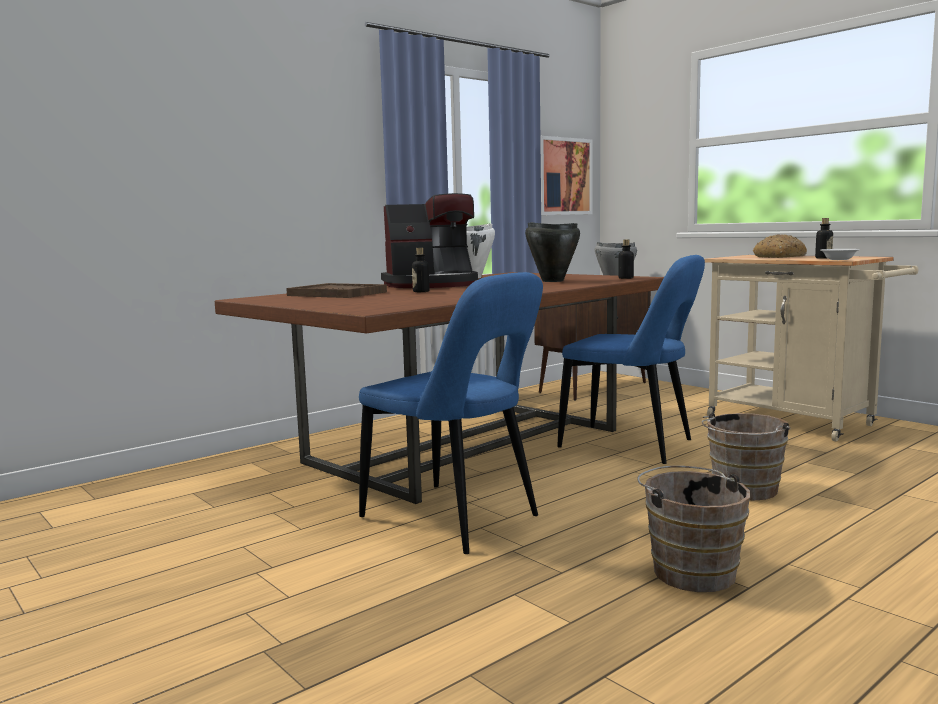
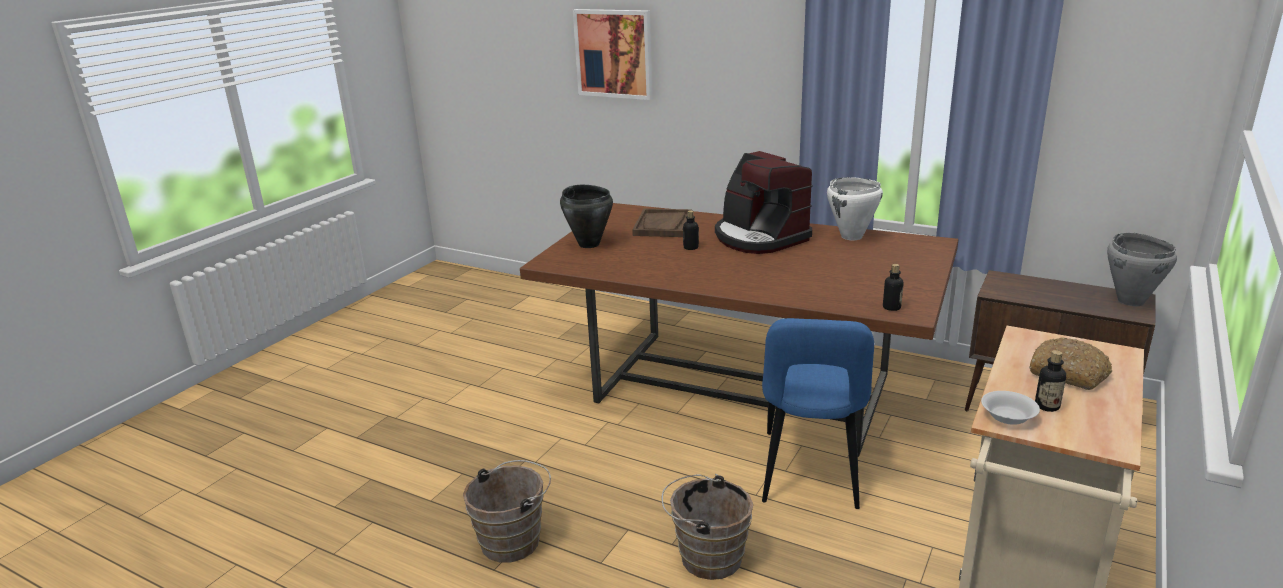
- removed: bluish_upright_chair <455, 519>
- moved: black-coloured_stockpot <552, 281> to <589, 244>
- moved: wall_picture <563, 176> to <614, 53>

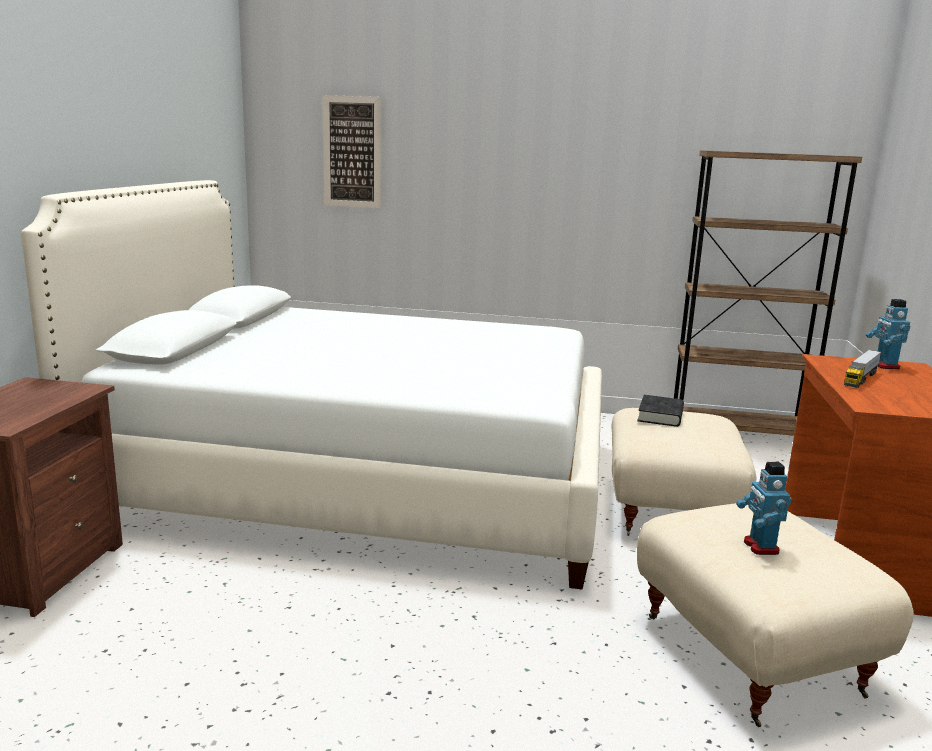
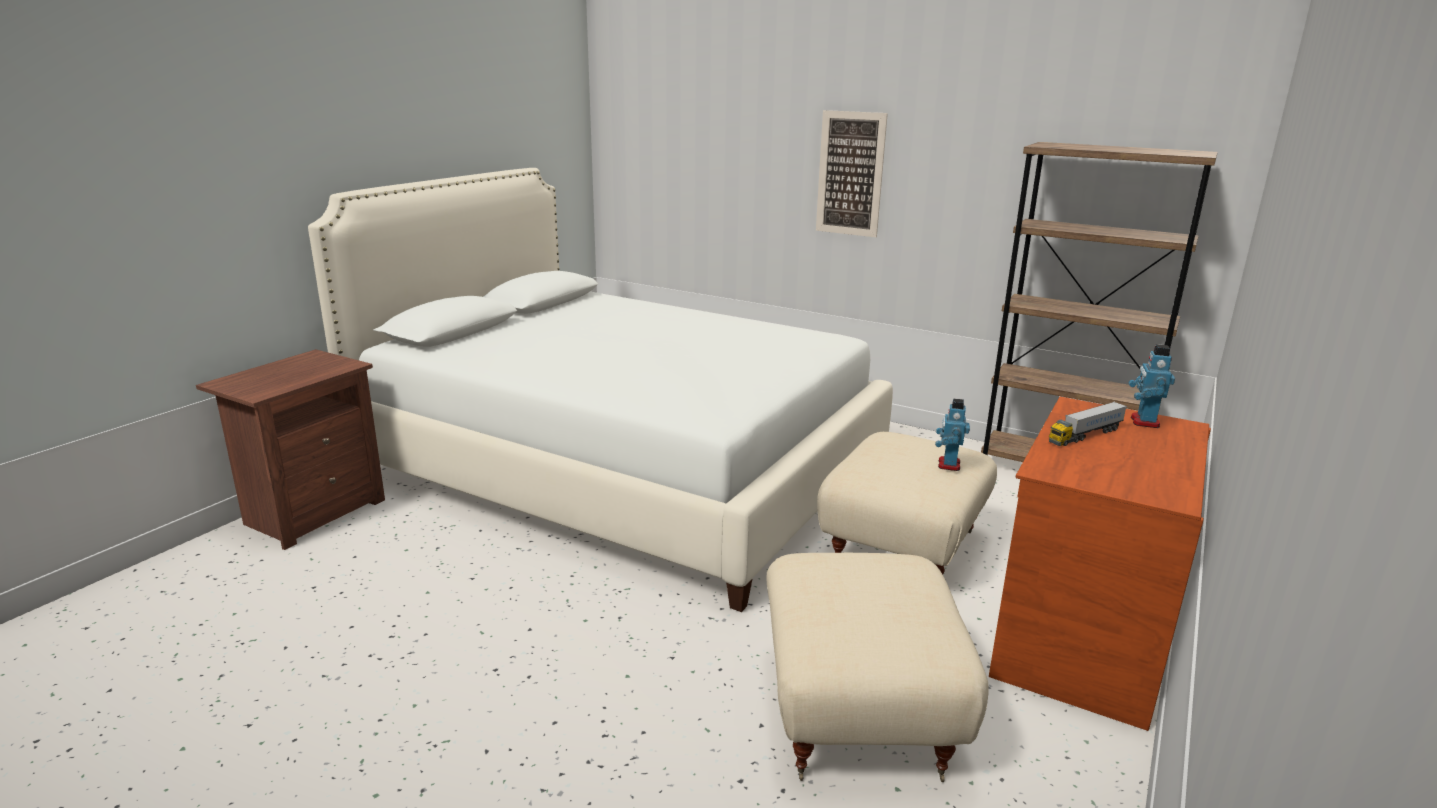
- moved: wall_picture <352, 152> to <850, 174>
- removed: black-coloured_volume <660, 416>
- moved: model_robot <760, 547> to <948, 465>

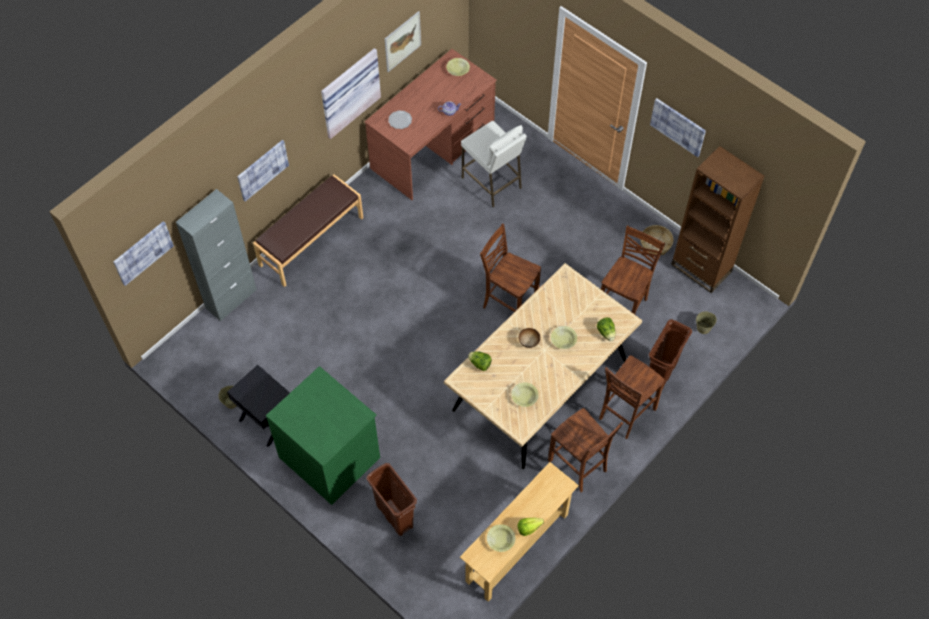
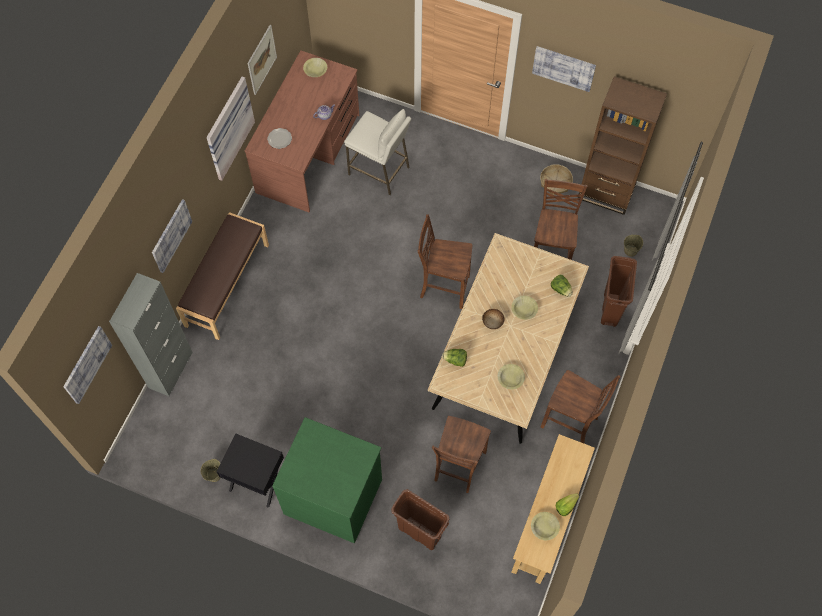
- moved: brownish_upright_chair <625, 414> to <458, 467>

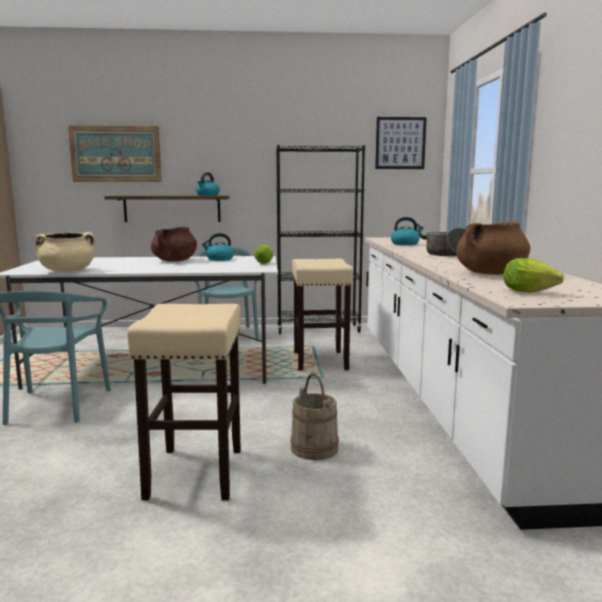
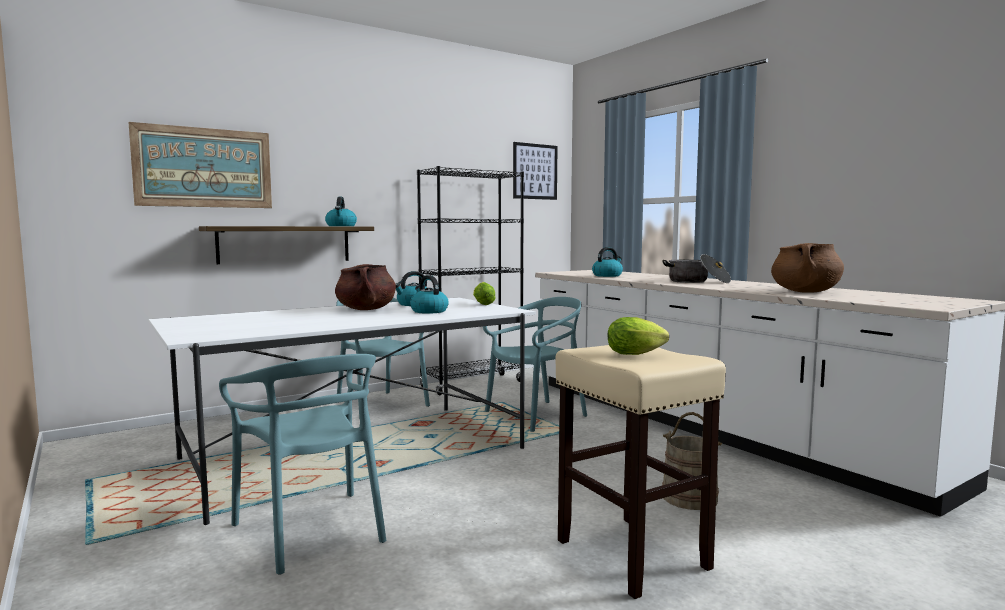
- removed: sand-coloured_stockpot <68, 271>
- replaced: sand-coloured_stool <320, 361> to turquoise-coloured_upright_chair <536, 415>
- moved: head_of_lettuce <531, 292> to <638, 354>
- added: water_kettle <428, 311>

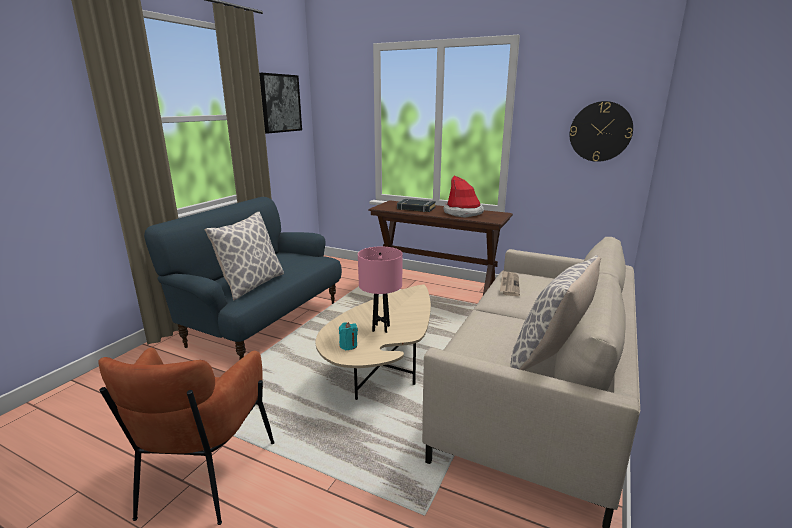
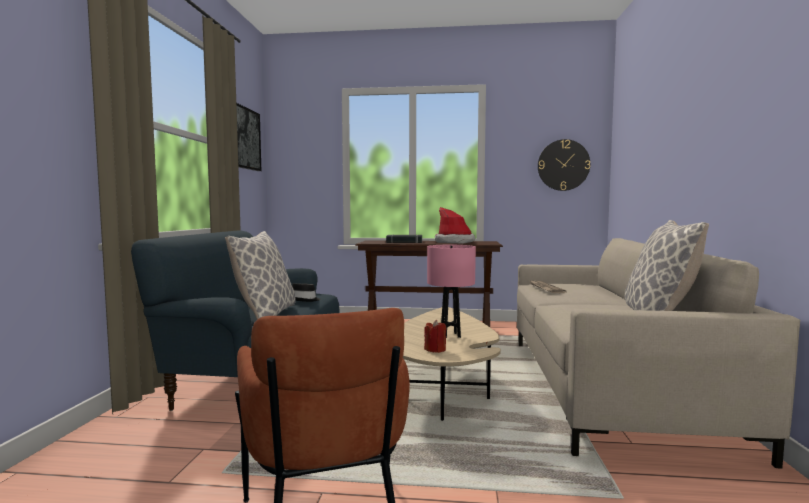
- recoloured: turquoise-coloured_wax_candle <348, 345> to reddish_wax_candle <435, 349>
- added: black-coloured_hat <305, 300>

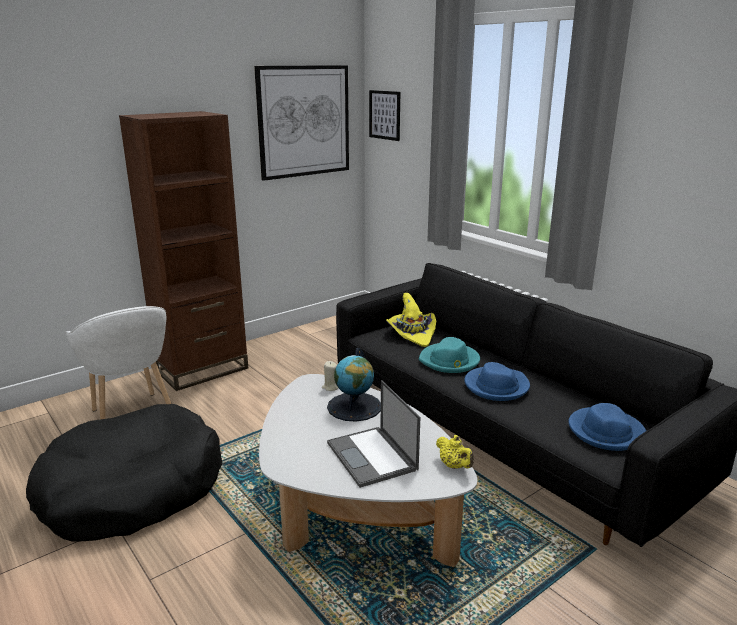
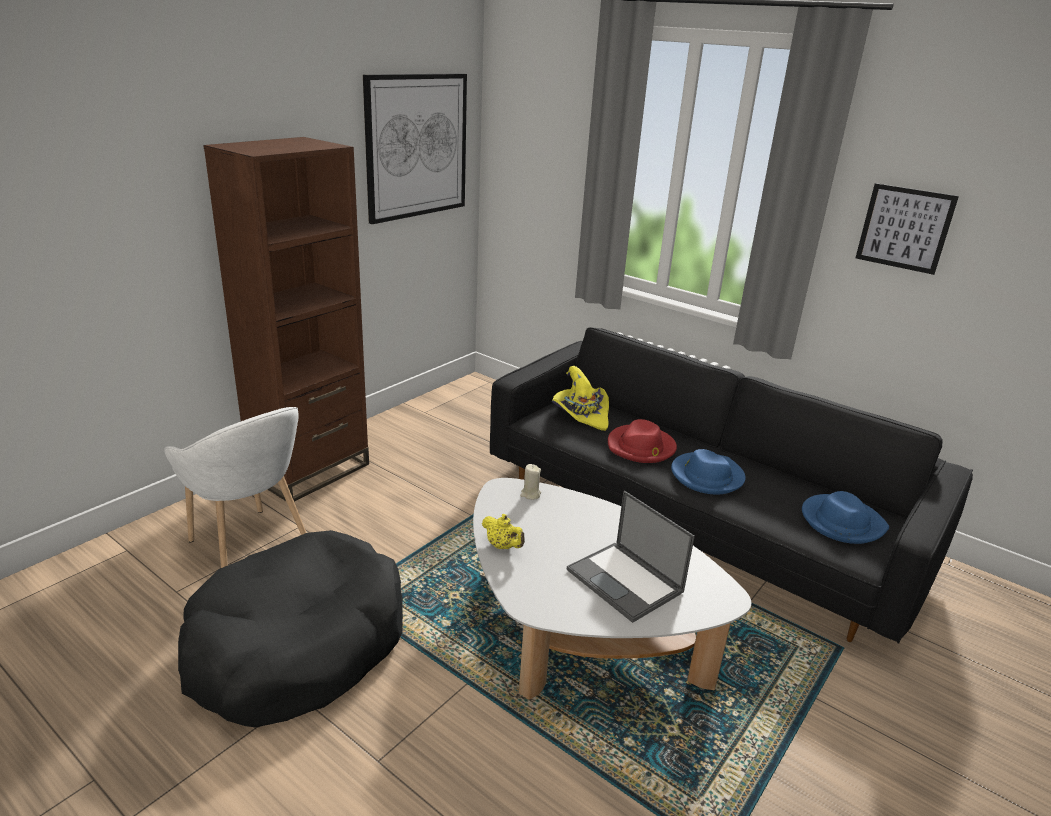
- removed: world_globe <354, 407>
- moved: wall_picture <384, 115> to <904, 228>
- recoloured: turquoise-coloured_hat <449, 361> to reddish_hat <641, 447>
- moved: yellow-coloured_tea_pot <454, 466> to <503, 546>

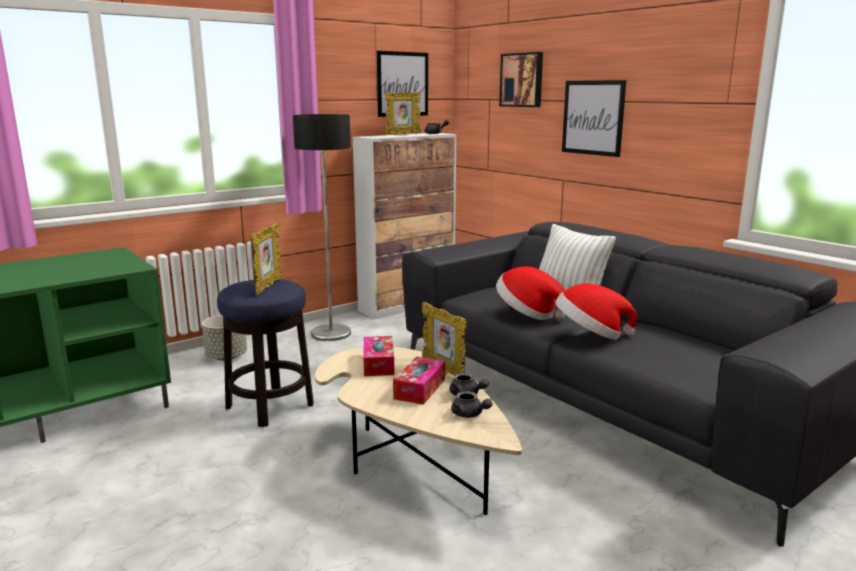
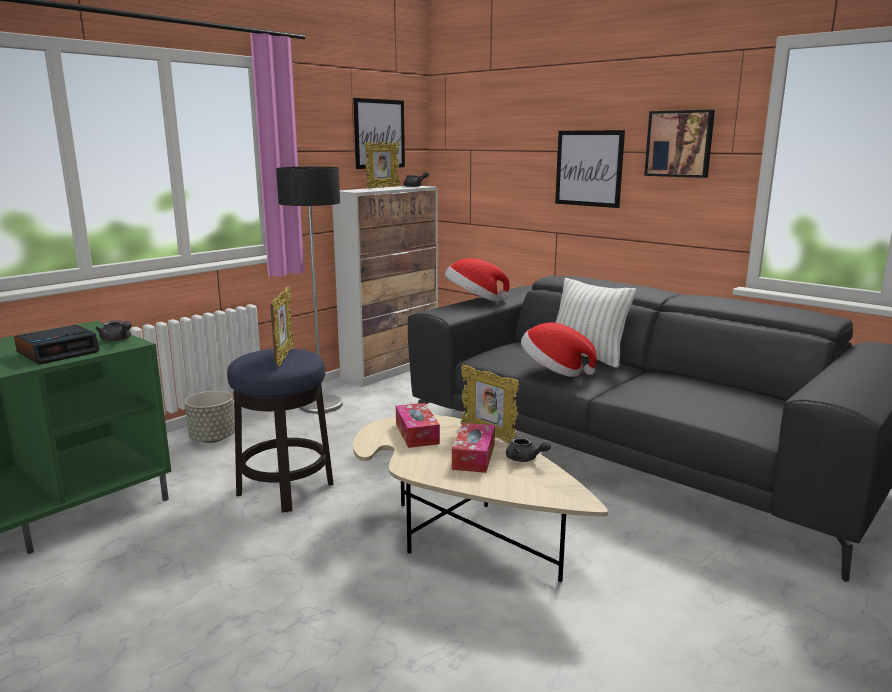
- moved: gray_tea_pot <469, 415> to <117, 340>
- moved: wall_picture <522, 80> to <679, 144>
- moved: hat <590, 335> to <474, 300>
- added: alarm_clock <59, 352>

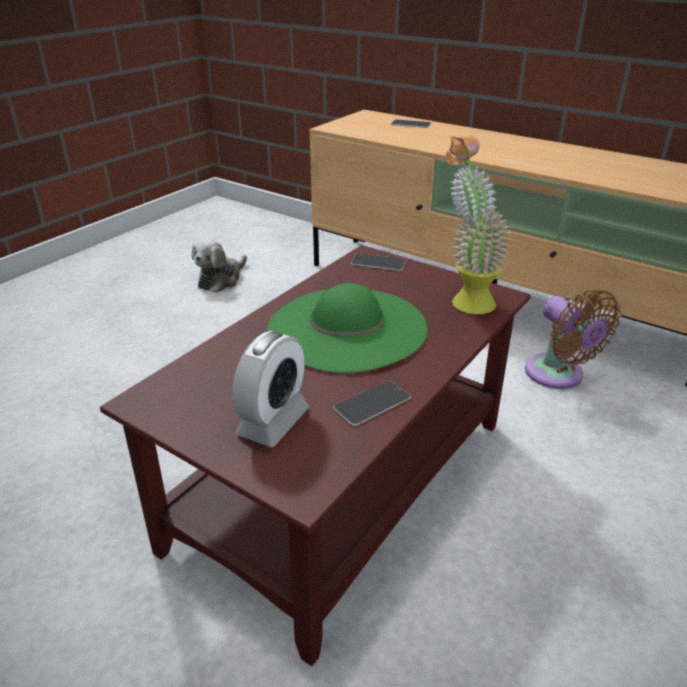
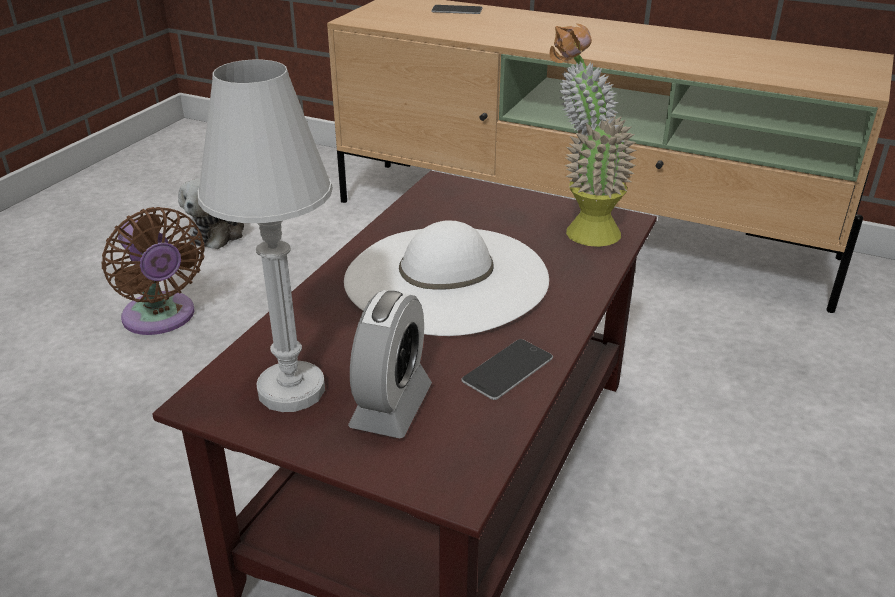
- recoloured: green_hat <347, 327> to white_hat <446, 278>
- removed: handset <378, 262>
- moved: brownish_cooling_fan <558, 375> to <161, 318>
- added: white_lamp_for_a_table <291, 390>

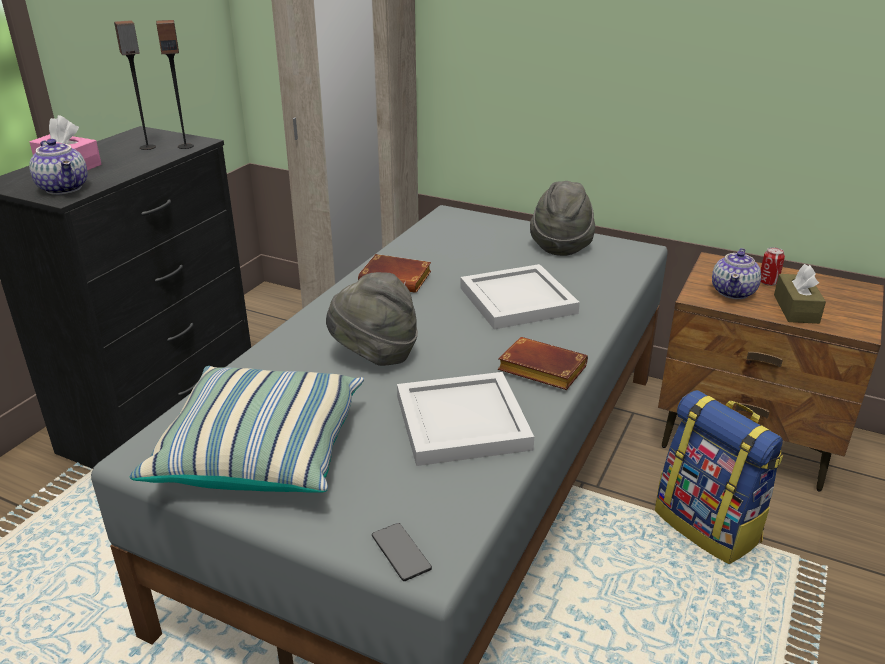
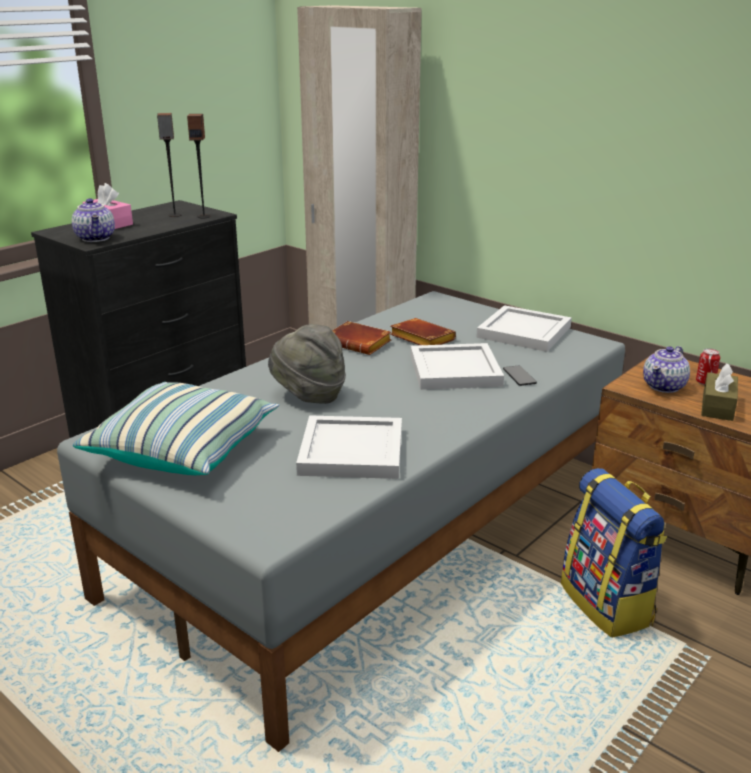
- moved: handset <401, 552> to <519, 376>
- moved: brownish_volume <539, 370> to <420, 339>
- replaced: gray_hat <561, 245> to white_carrying_tray <522, 332>

